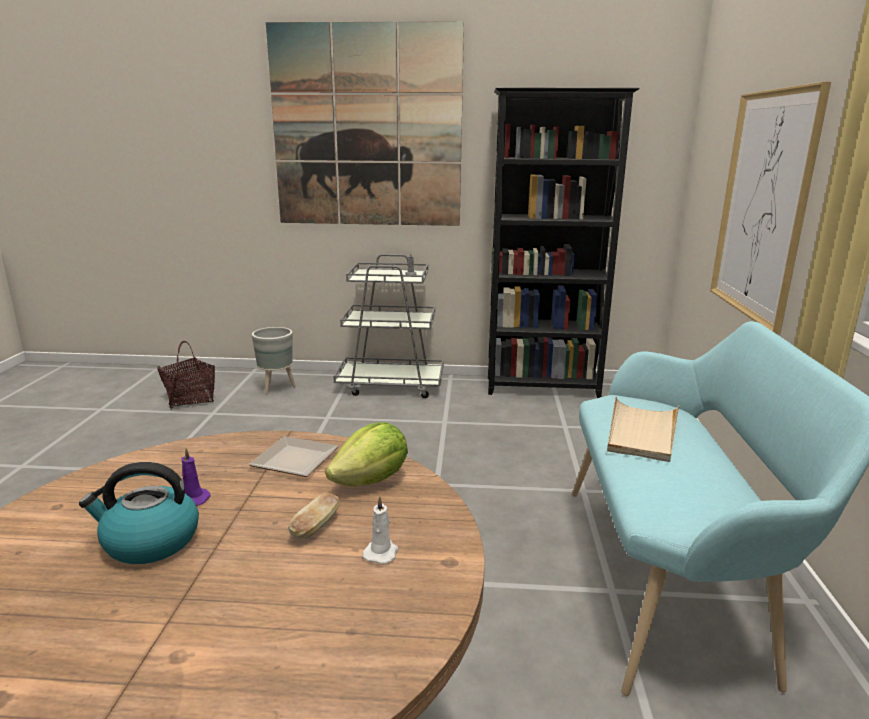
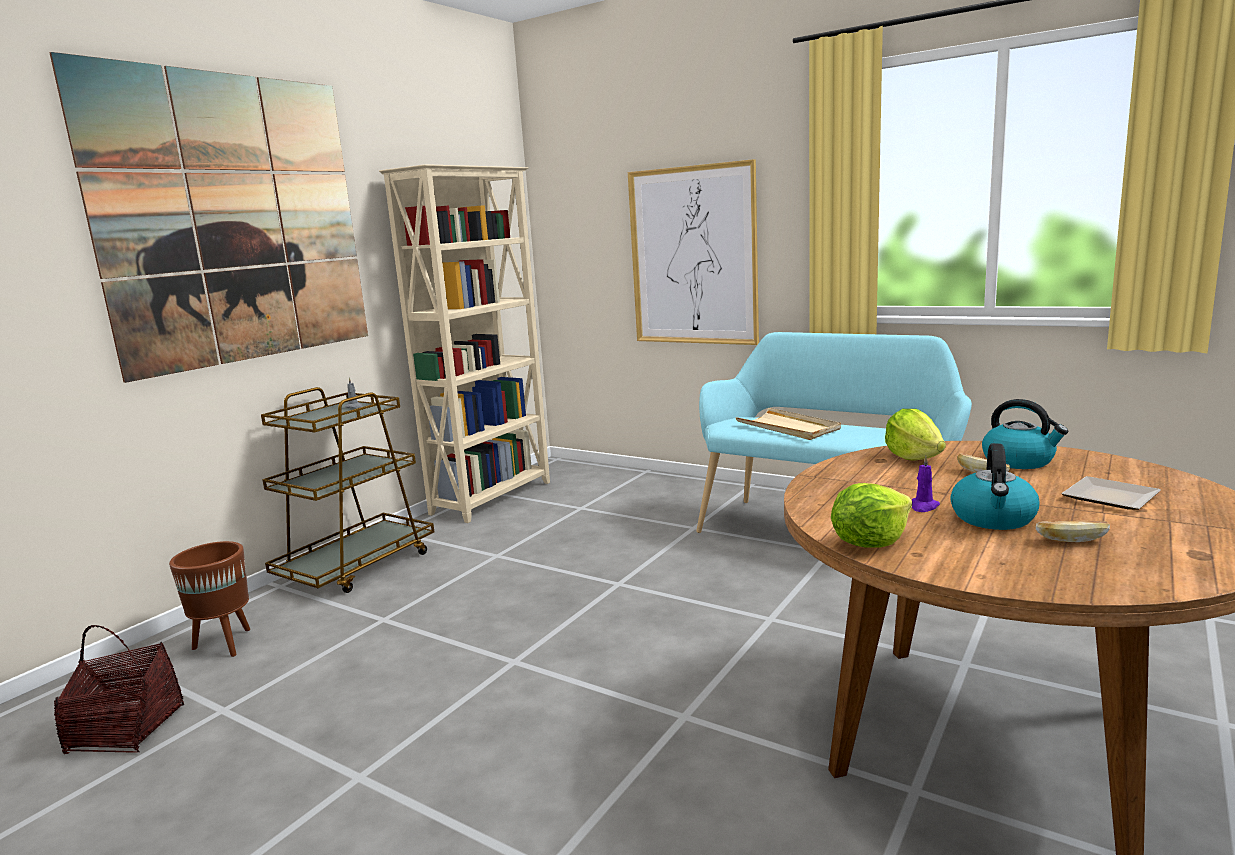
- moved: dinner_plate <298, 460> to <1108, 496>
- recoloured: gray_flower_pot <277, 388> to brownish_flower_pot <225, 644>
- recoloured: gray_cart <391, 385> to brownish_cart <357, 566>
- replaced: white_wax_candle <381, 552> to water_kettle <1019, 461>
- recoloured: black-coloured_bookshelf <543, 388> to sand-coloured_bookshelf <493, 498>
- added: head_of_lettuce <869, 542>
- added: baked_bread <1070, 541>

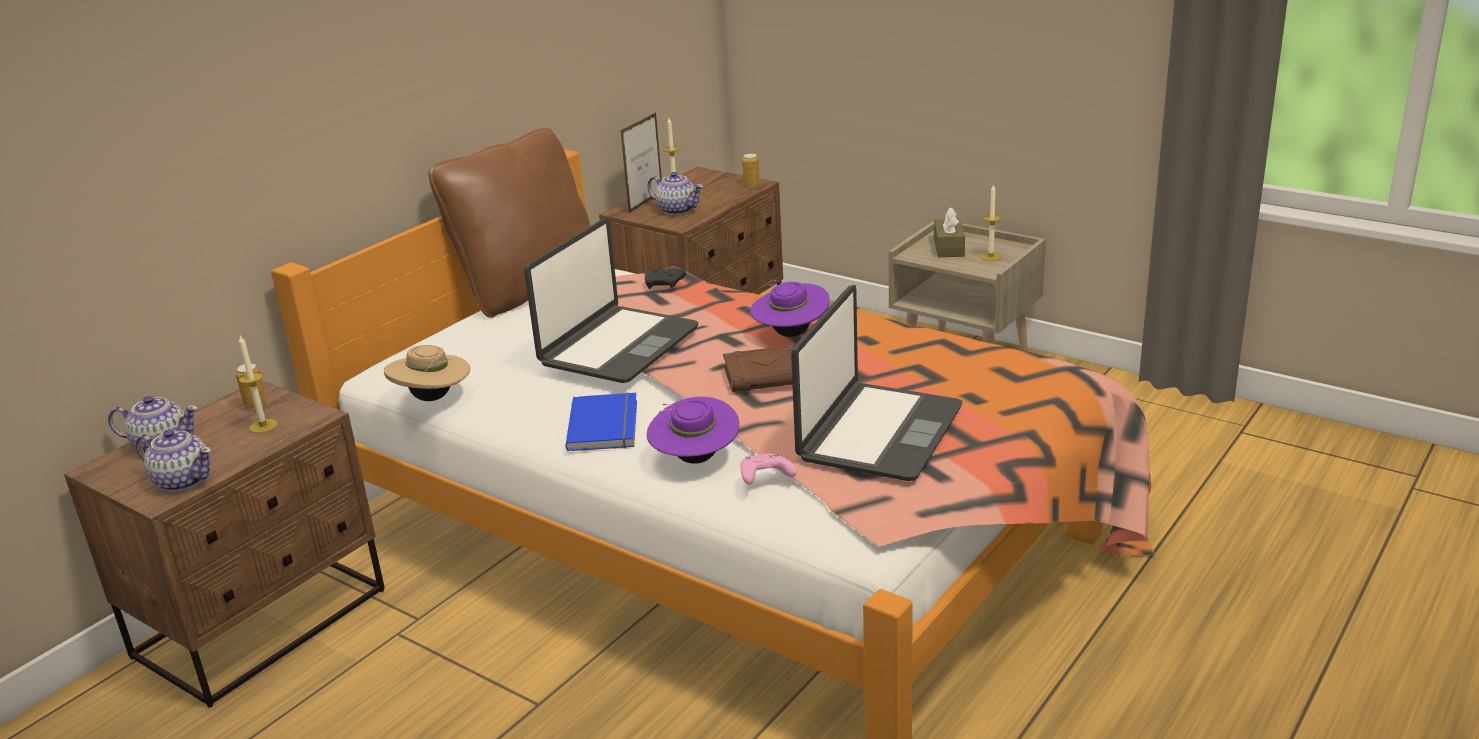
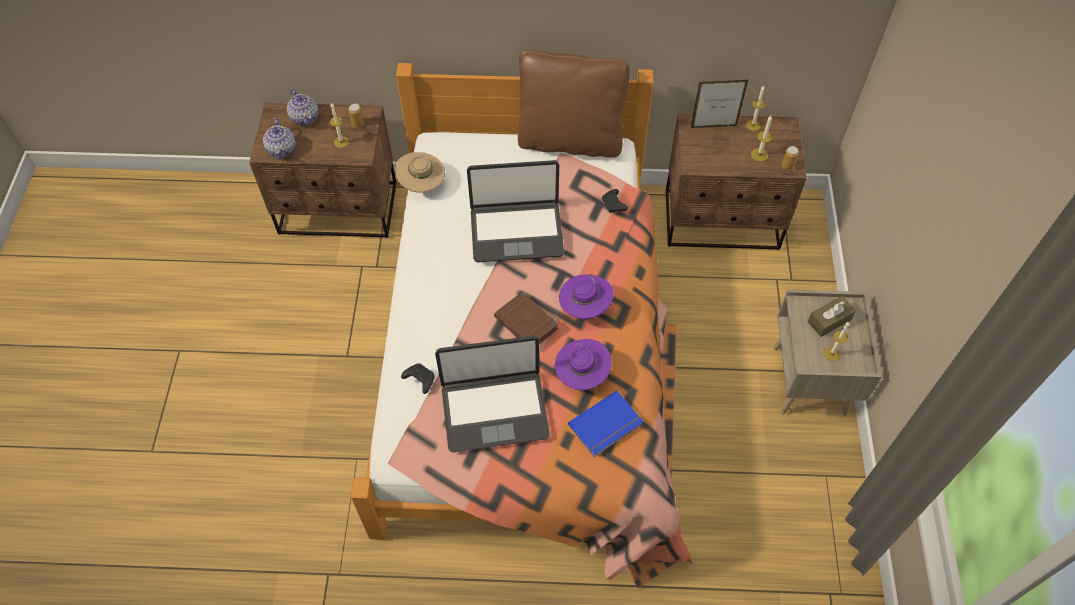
- moved: bluish_volume <606, 425> to <607, 425>
- removed: tea_pot <677, 210>
- moved: purple-coloured_hat <695, 459> to <582, 374>
- recoloured: pink_gamepad <764, 477> to black-coloured_gamepad <419, 379>
- added: wax_candle <759, 154>

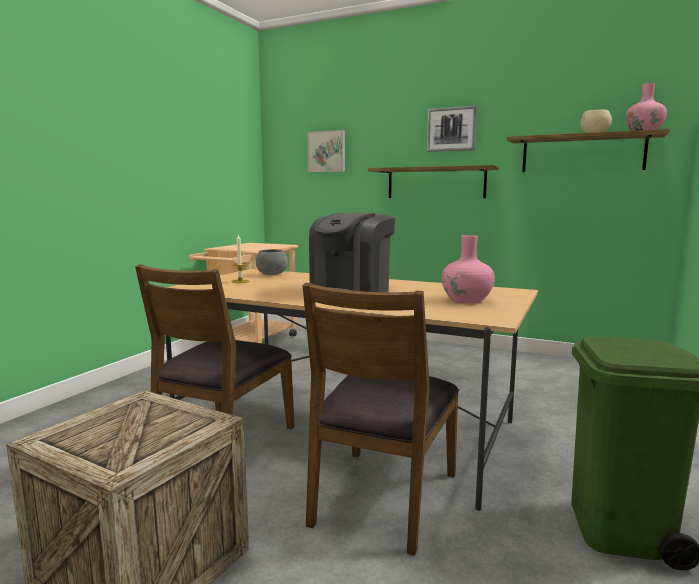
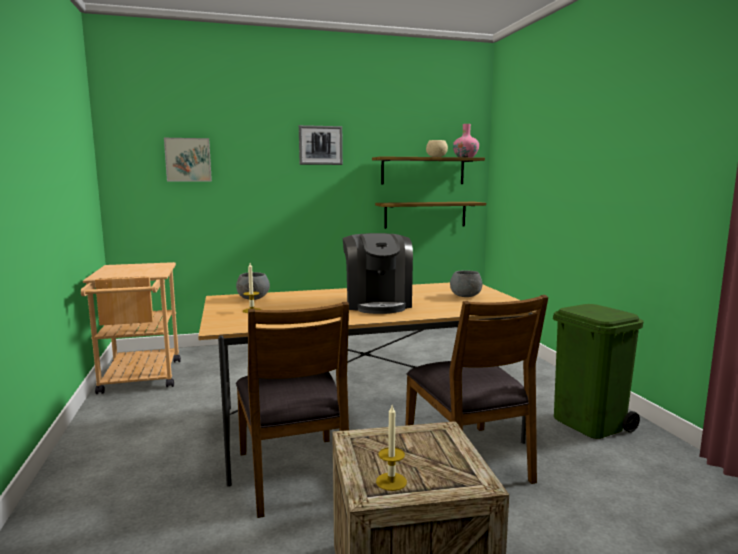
- moved: bracket_shelf <436, 183> to <425, 214>
- replaced: pink_decorative_vase <466, 300> to gray_deep_dish <465, 296>
- added: wax_candle <391, 481>

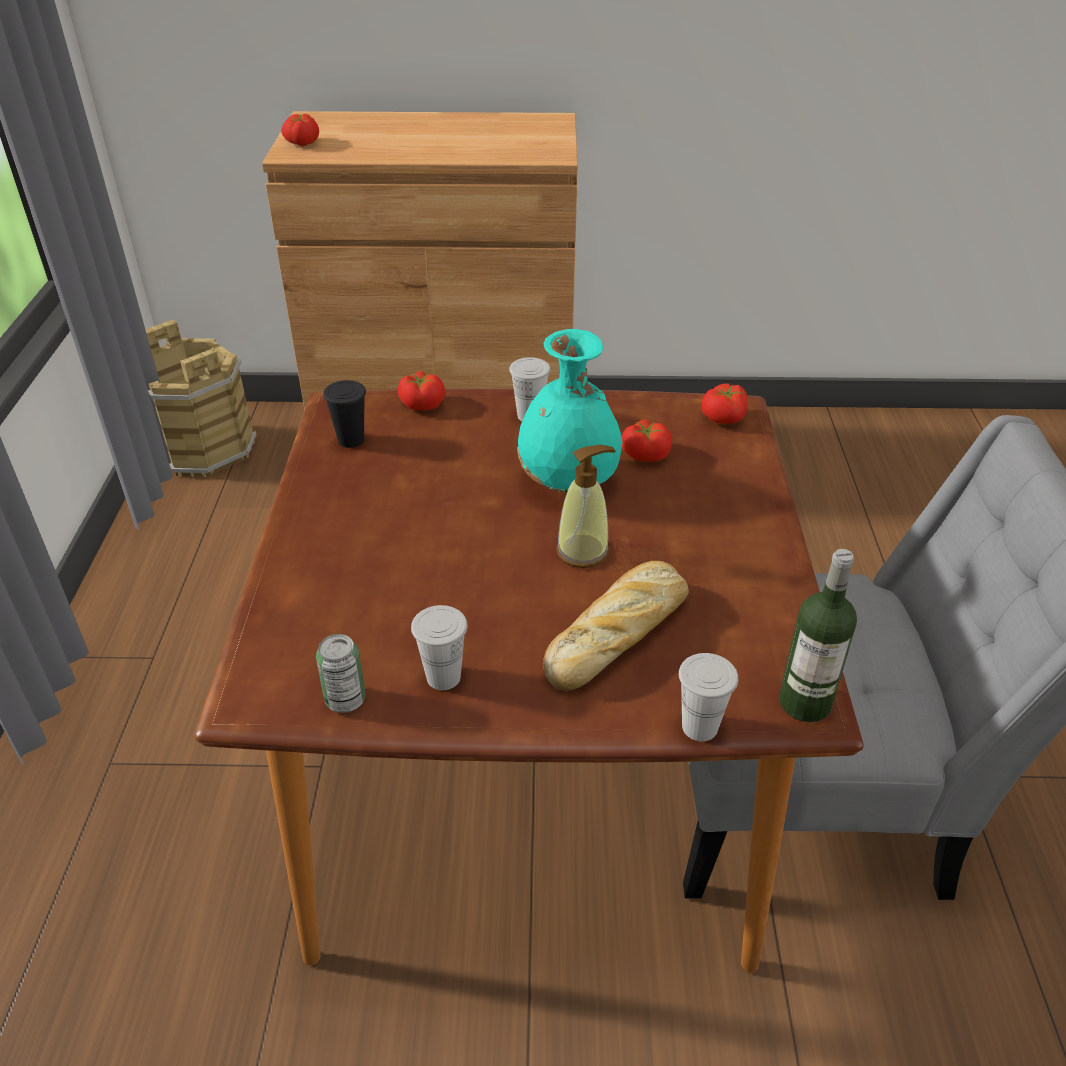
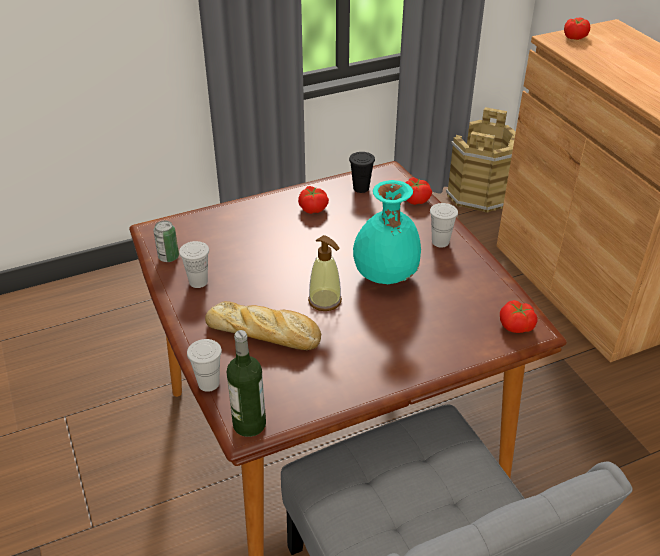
- moved: fresh_tomato <645, 454> to <313, 208>

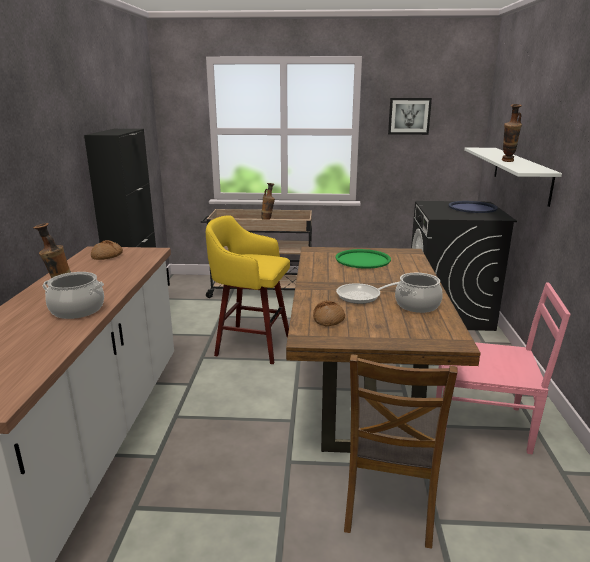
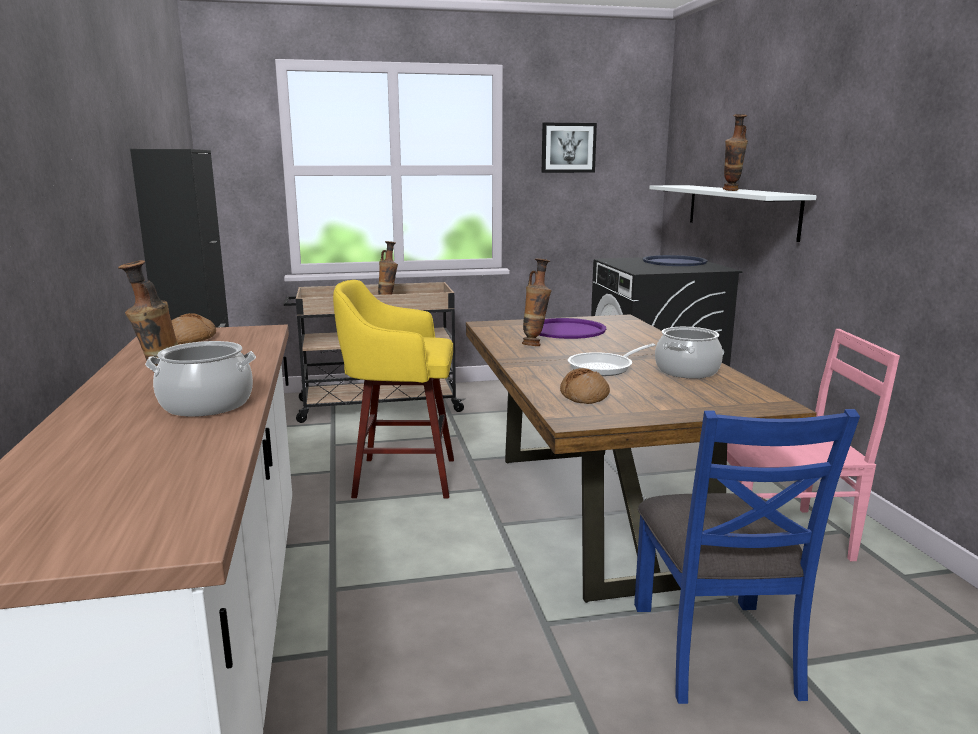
- recoloured: green_carrying_tray <363, 260> to purple-coloured_carrying_tray <566, 330>
- recoloured: brownish_upright_chair <390, 500> to bluish_upright_chair <716, 649>
- added: decorative_vase <535, 345>

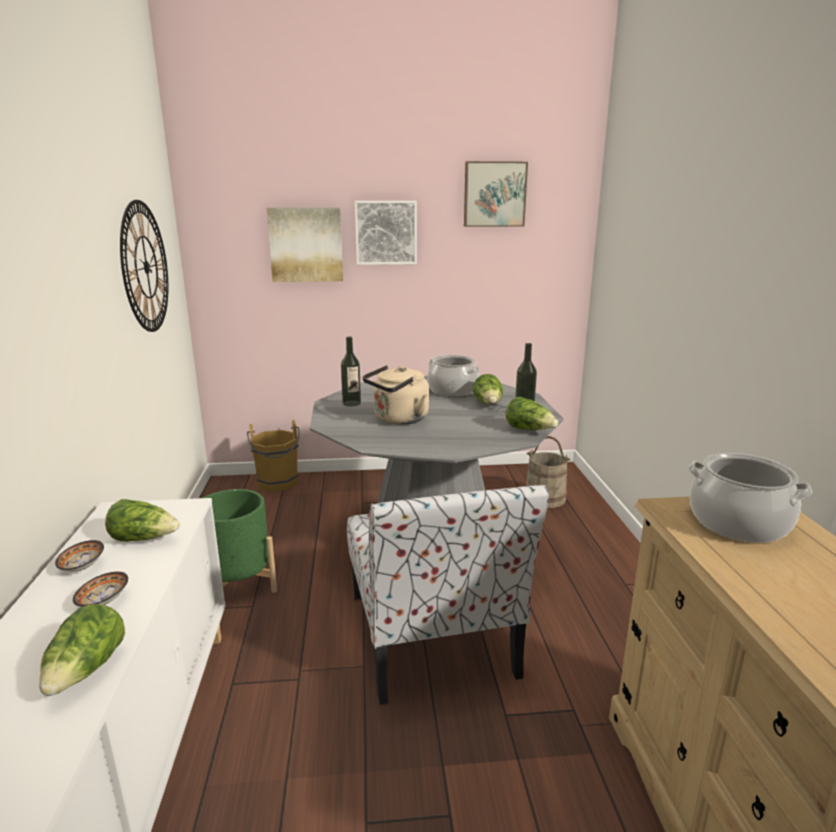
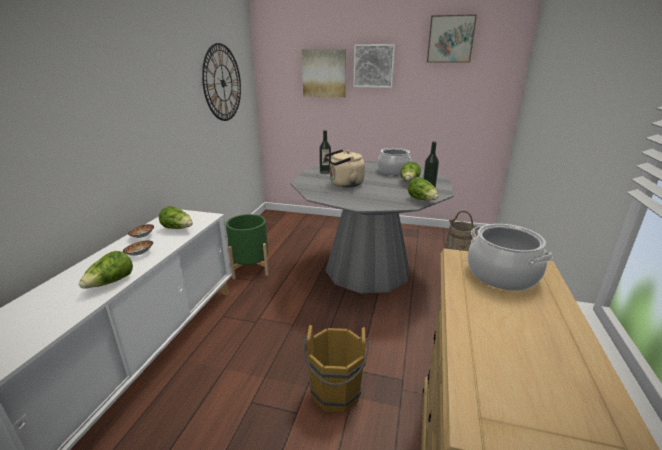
- moved: brownish_water_bucket <277, 485> to <335, 396>
- removed: upright_chair <432, 636>

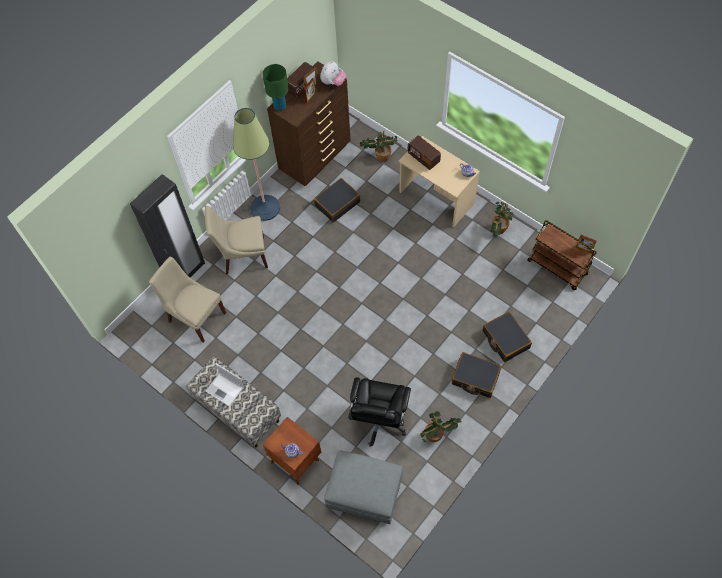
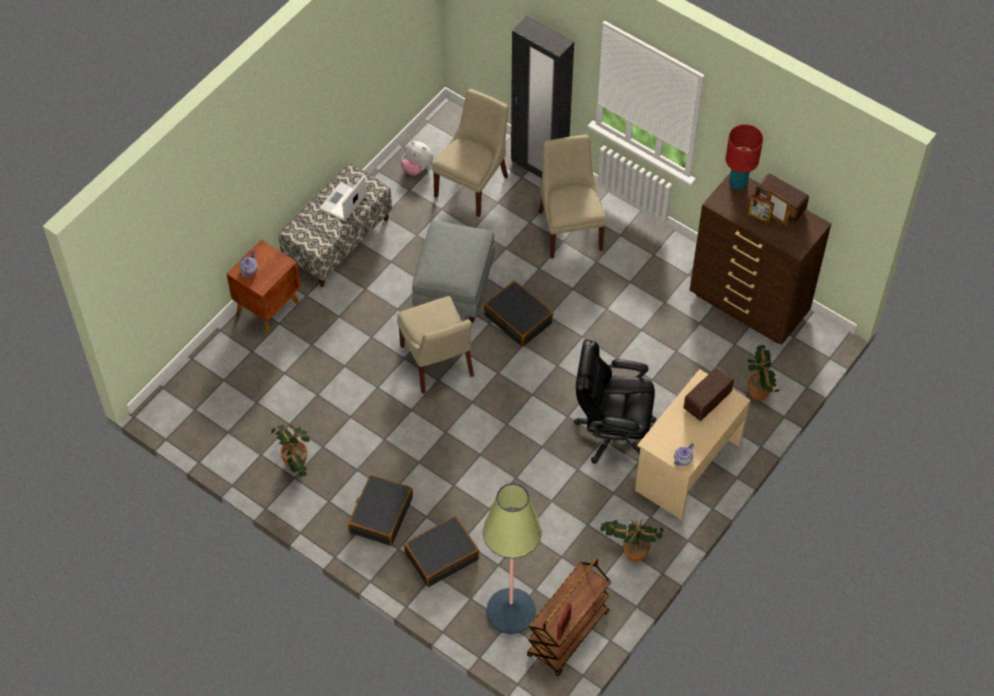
- moved: floor_lamp <265, 208> to <511, 611>
- recoloured: green_lamp_for_a_table <279, 106> to reddish_lamp_for_a_table <738, 183>
- moved: black-coloured_suitcase <337, 203> to <518, 319>
- moved: soft_toy <333, 82> to <417, 168>
- moved: gray_pouffe <364, 494> to <453, 286>
- moved: black-coloured_desk_chair <379, 419> to <612, 432>
- added: sand-coloured_upright_chair <438, 363>

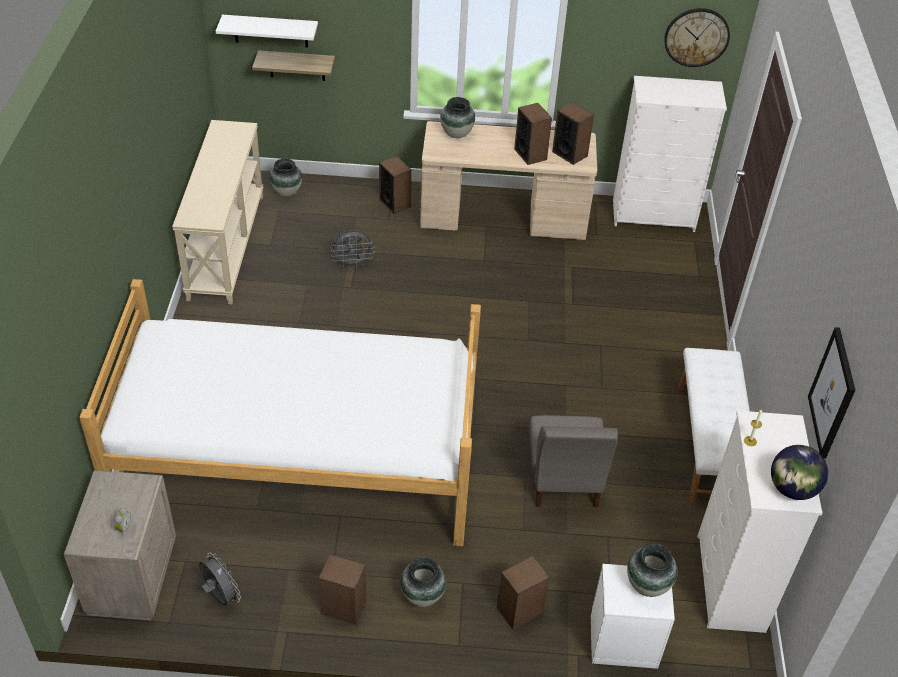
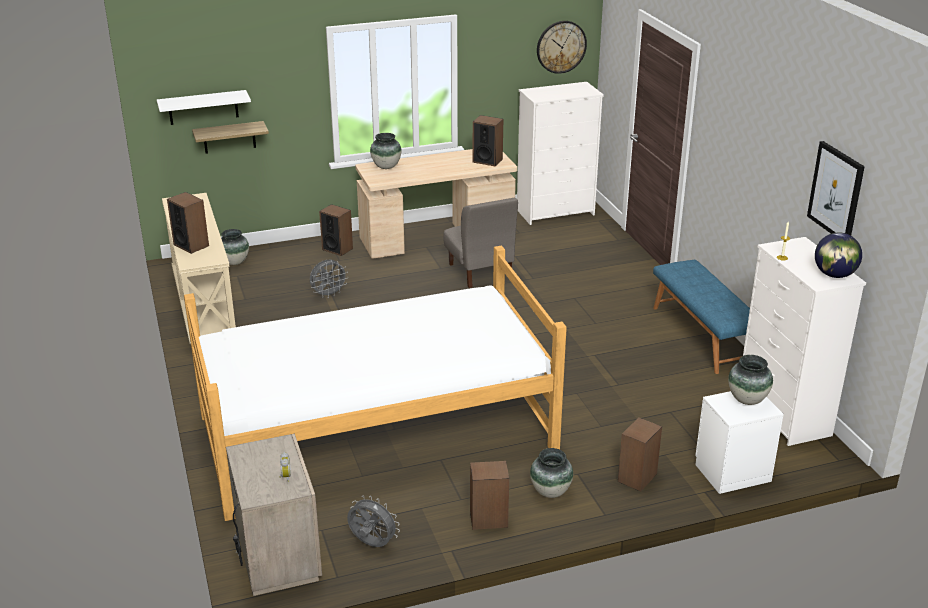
- moved: loudspeaker <530, 154> to <191, 245>
- moved: gray_upright_chair <564, 479> to <480, 271>
- recoloured: white_bench <709, 443> to bluish_bench <703, 335>

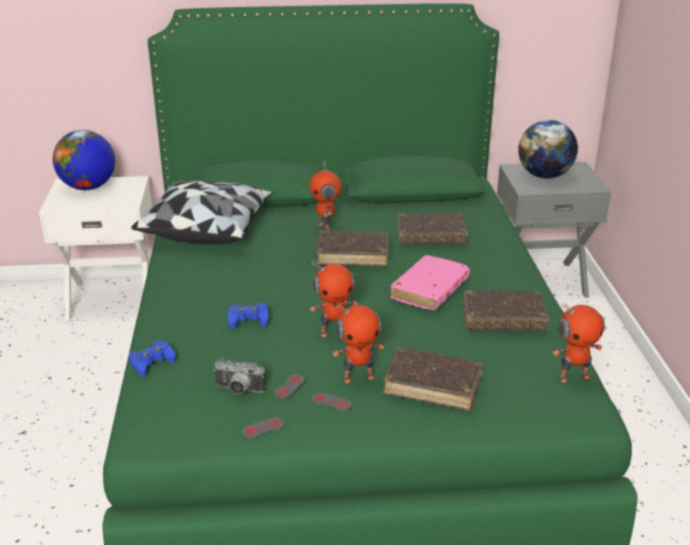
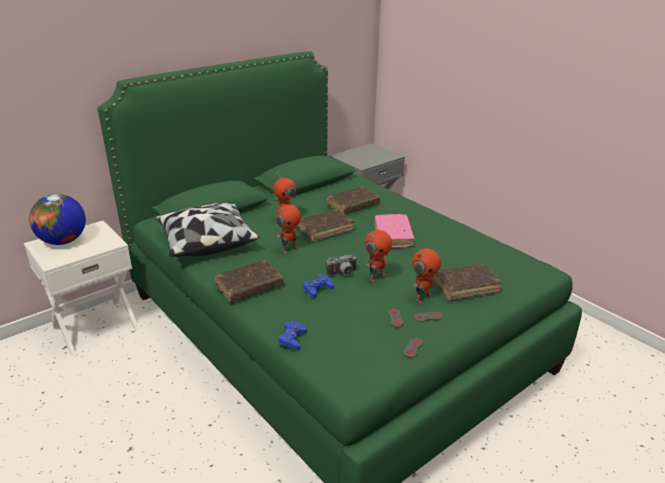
- moved: still_camera <238, 390> to <342, 274>
- moved: brownish_volume <503, 319> to <249, 287>
- removed: world_globe <544, 176>
- moved: model_robot <573, 376> to <289, 248>

